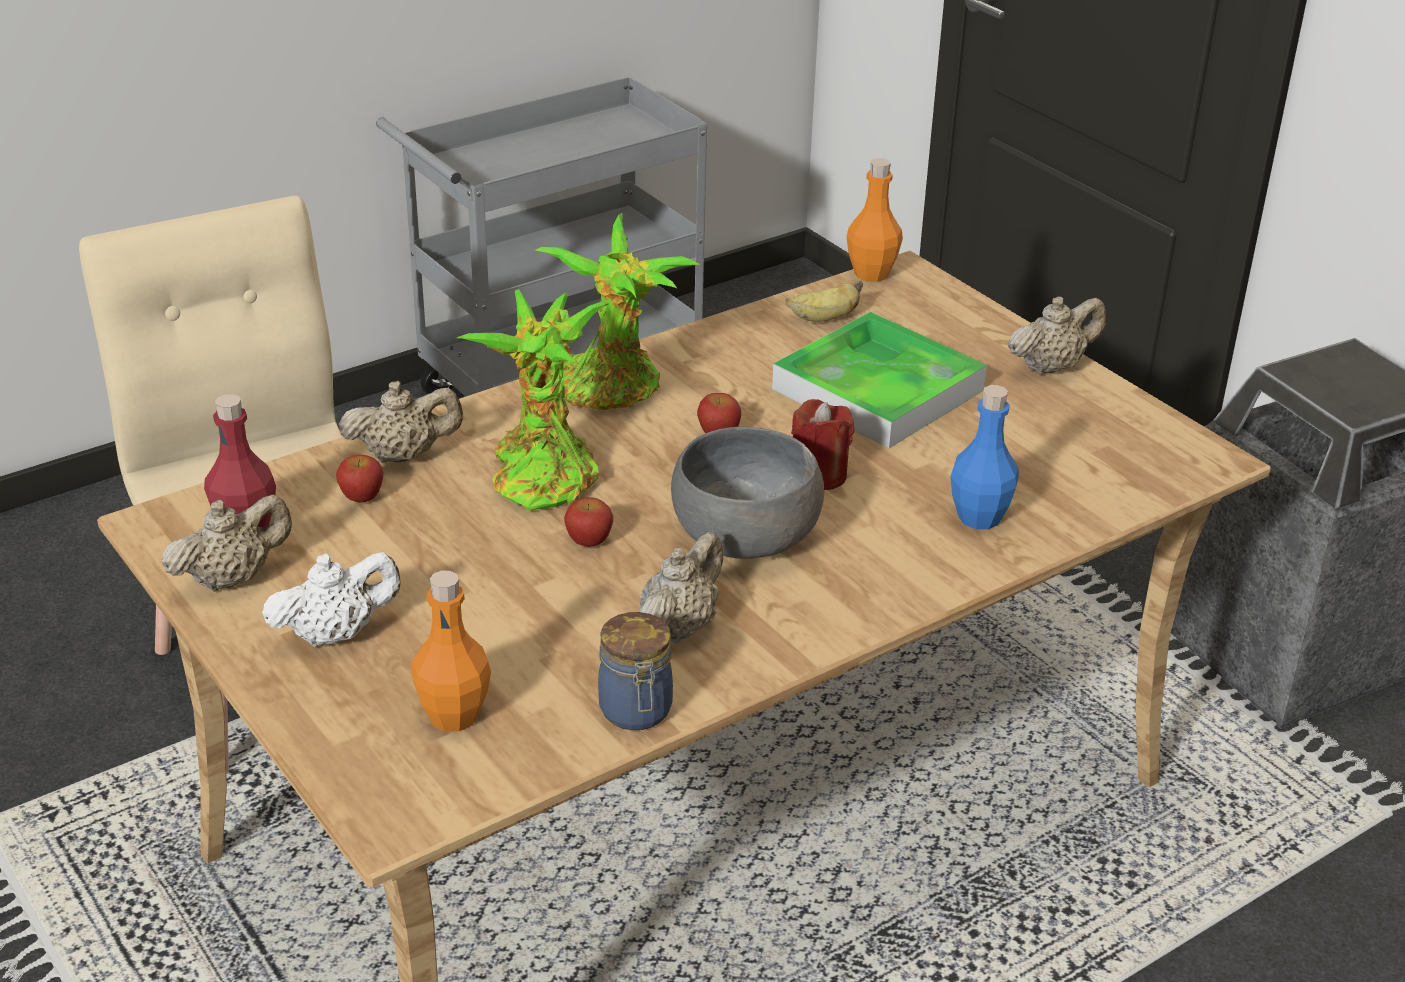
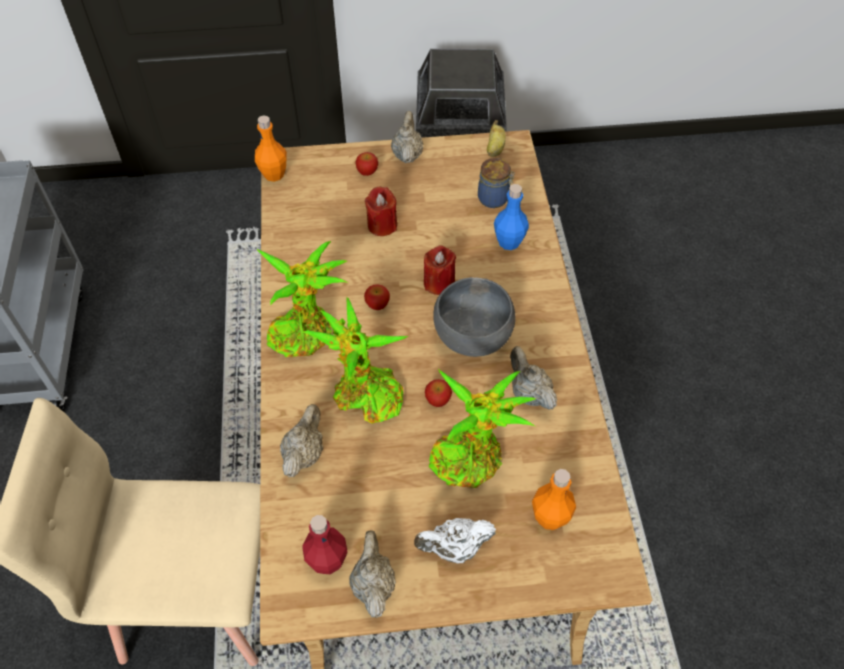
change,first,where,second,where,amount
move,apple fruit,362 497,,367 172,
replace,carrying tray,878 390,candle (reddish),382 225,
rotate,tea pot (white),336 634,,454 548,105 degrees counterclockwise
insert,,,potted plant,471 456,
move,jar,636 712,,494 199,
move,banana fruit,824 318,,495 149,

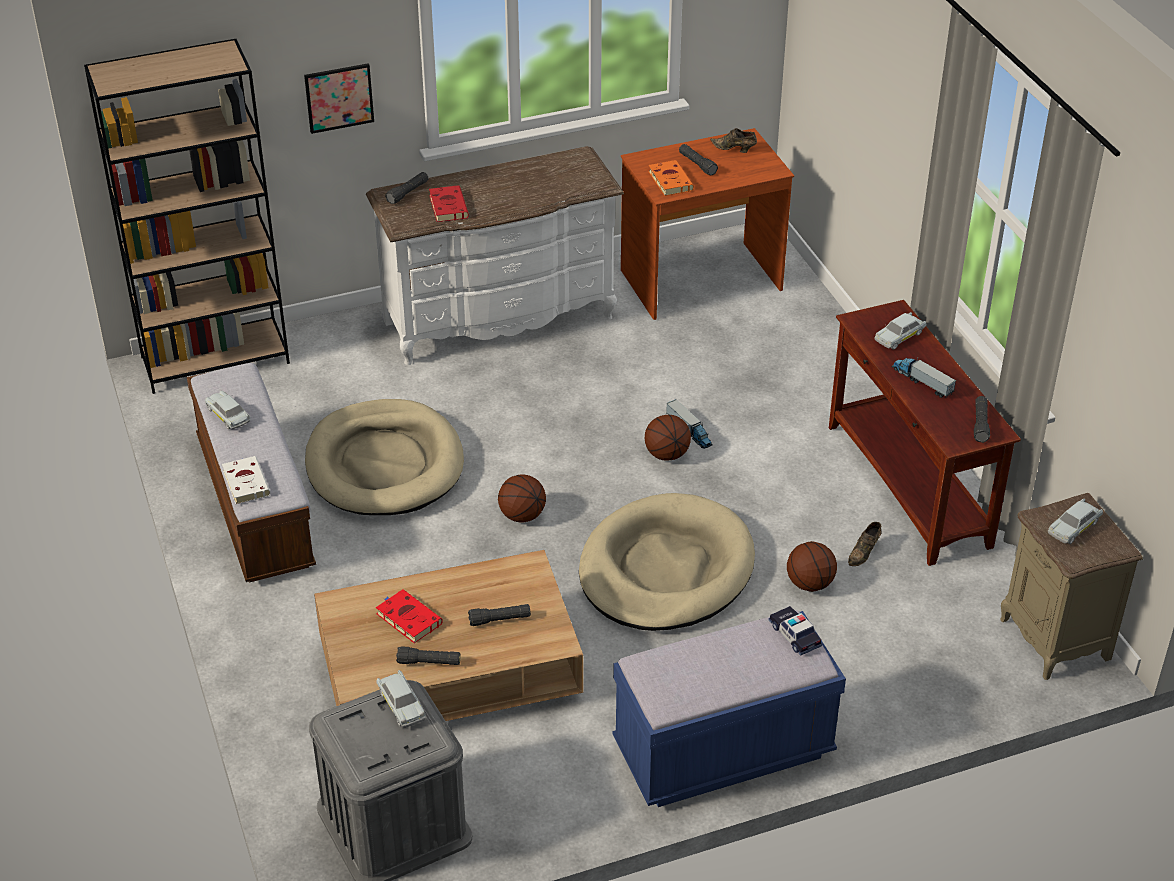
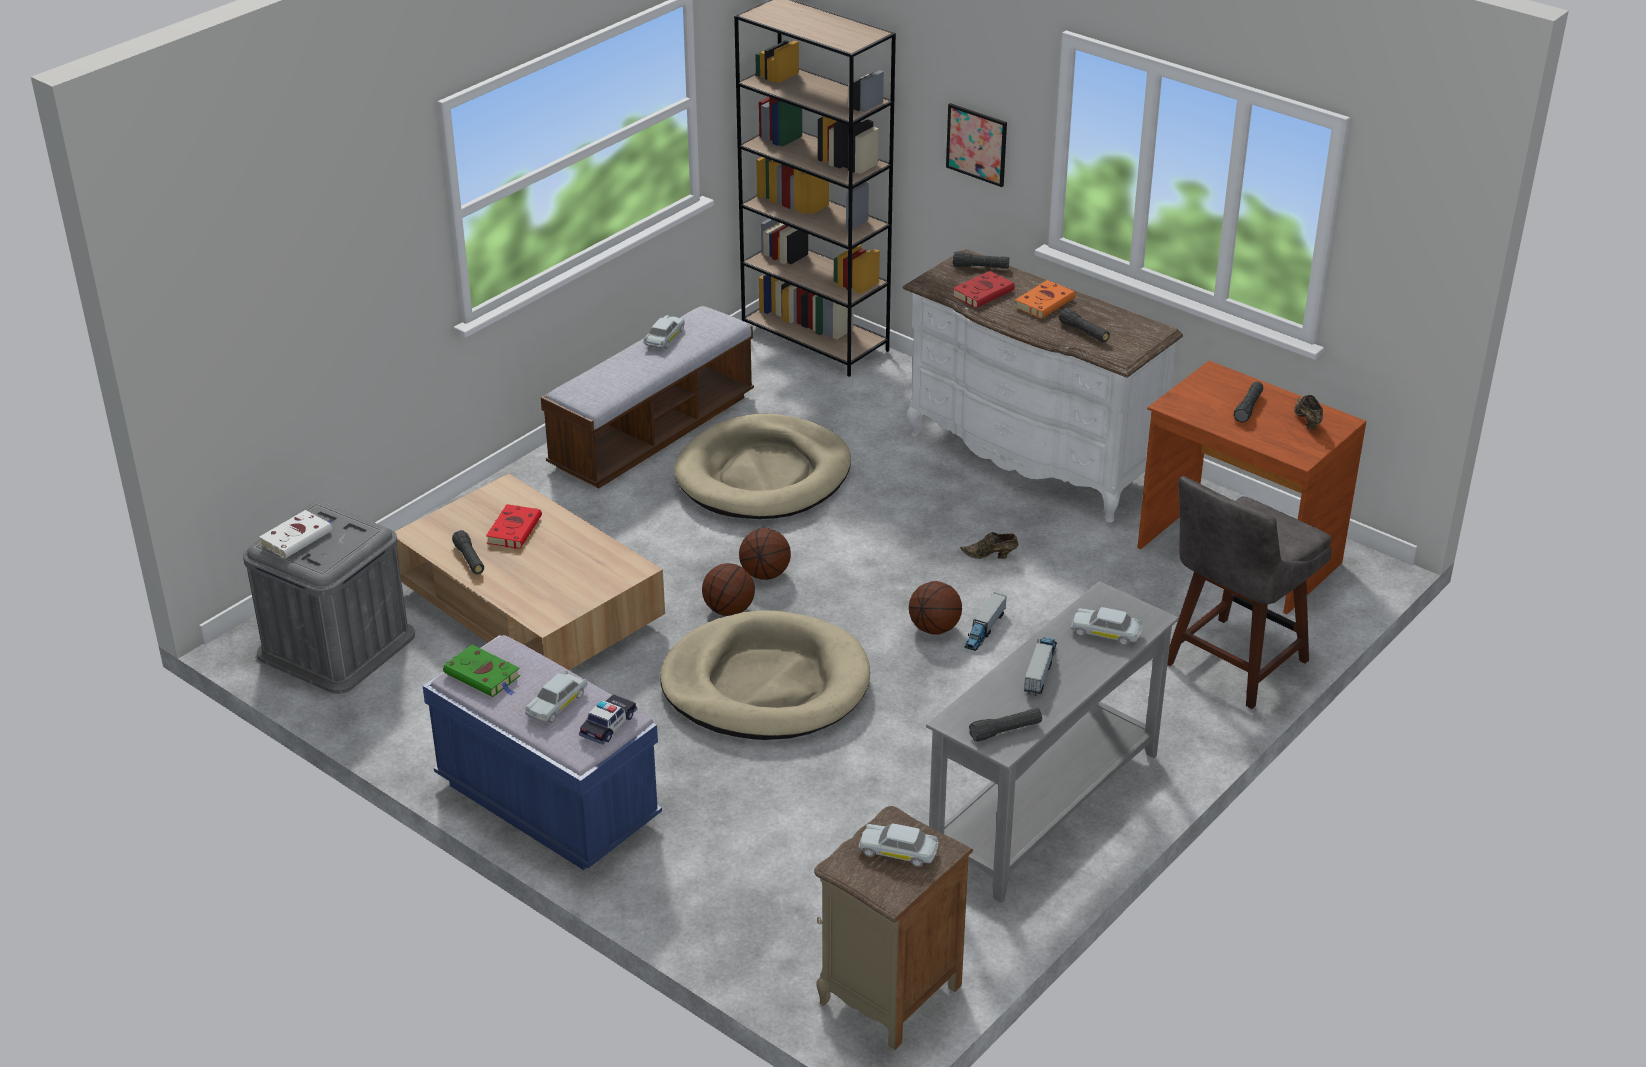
change,first,where,second,where,amount
move,volume (white),245 482,,298 537,
insert,,,volume (green-coloured),484 676,
move,miniature car (white),401 705,,557 704,
move,basketball,810 584,,728 610,
recolor,hall table (brown),909 486,hall table (grey),1045 808,
move,item of footwear (brown),864 553,,990 556,
move,volume (orange),669 180,,1045 303,
move,flashlight (black),499 620,,1084 332,
insert,,,stool seat (grey),1232 664,

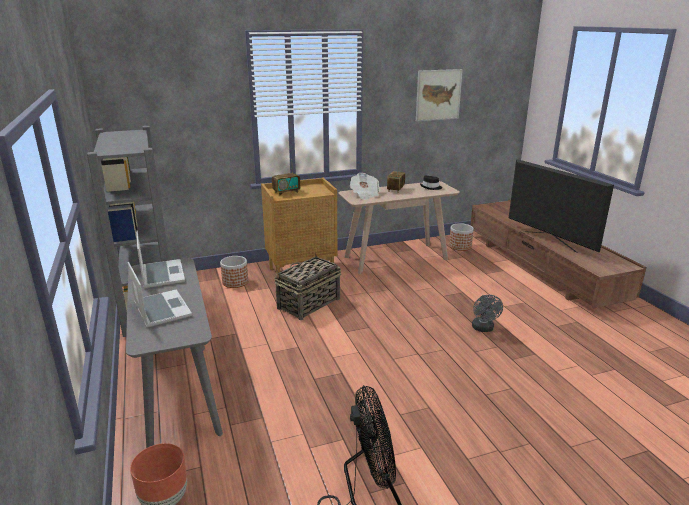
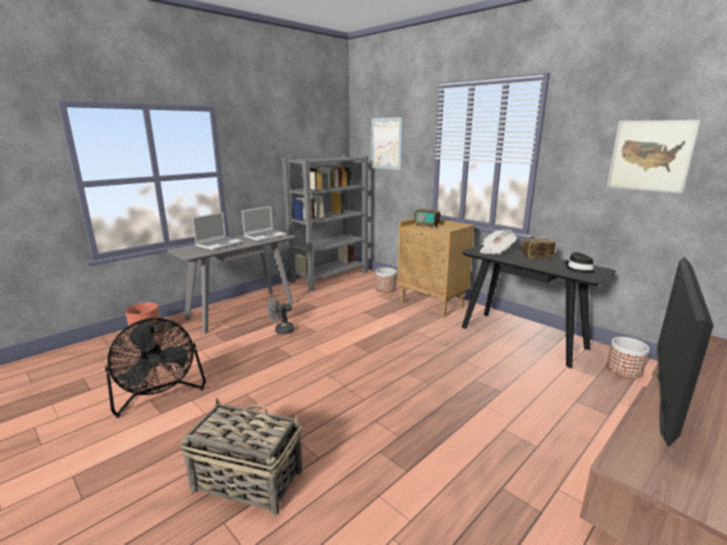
change,first,where,second,where,amount
move,basket,308 304,,246 479,
move,fan (grey),483 329,,281 331,
insert,,,wall picture,387 143,
recolor,hall table (beige),396 258,hall table (black),522 337,

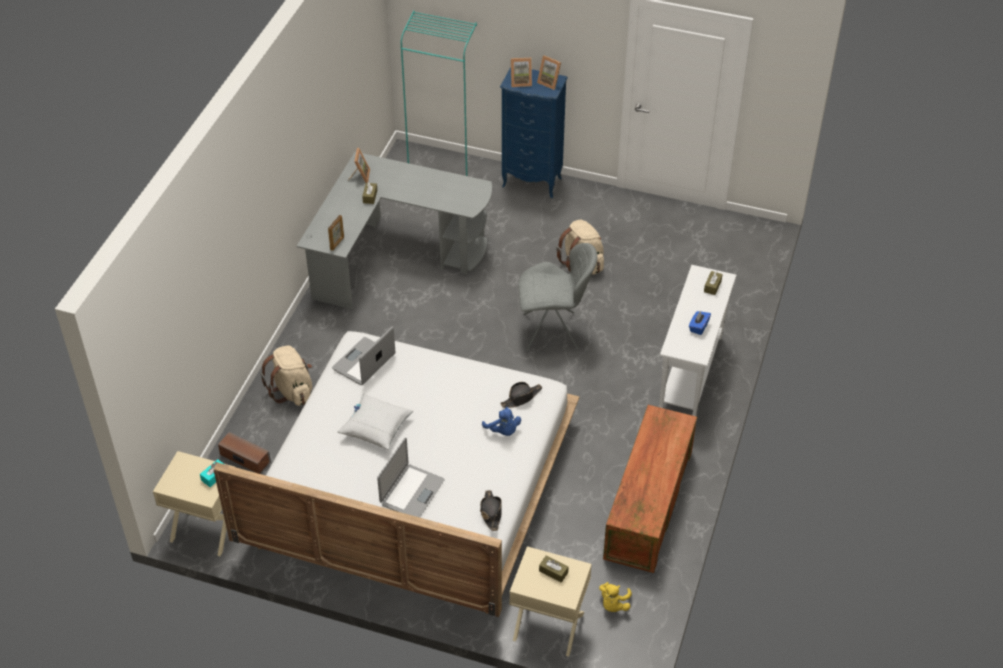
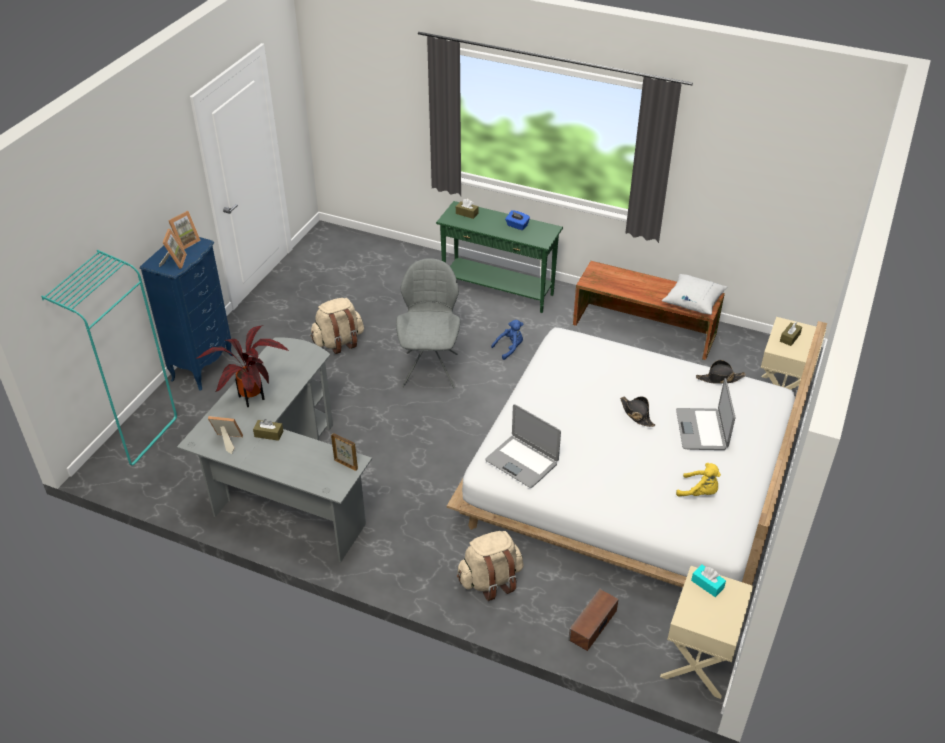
change,first,where,second,where,amount
insert,,,potted plant,251 400,
recolor,hall table (white),691 376,hall table (green-coloured),499 290,
move,cuddly toy (blue),503 431,,510 348,
move,clothing hat (black),521 398,,636 414,
move,throw pillow (grey),376 428,,693 301,
rotate,notebook computer,411 492,,702 430,120 degrees counterclockwise
move,cuddly toy (yellow),613 604,,699 492,

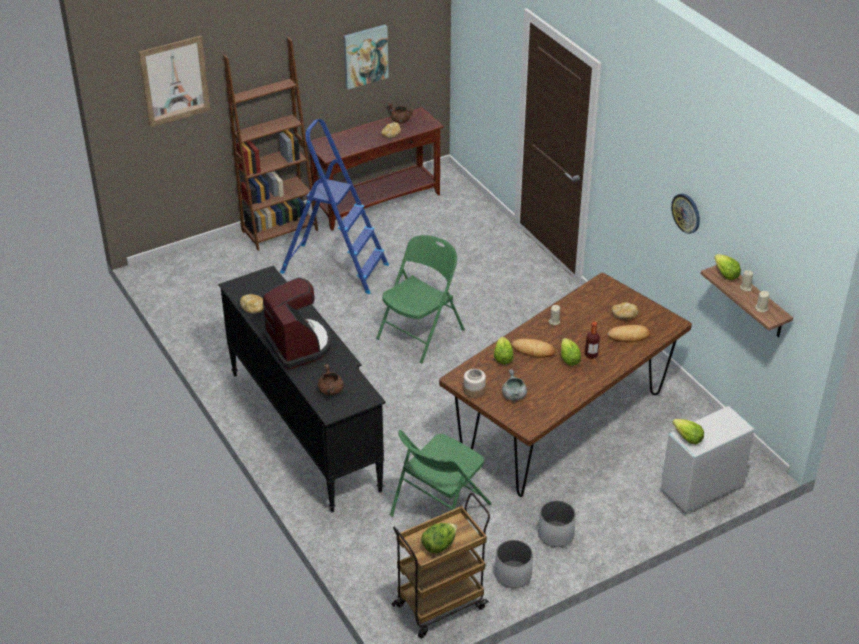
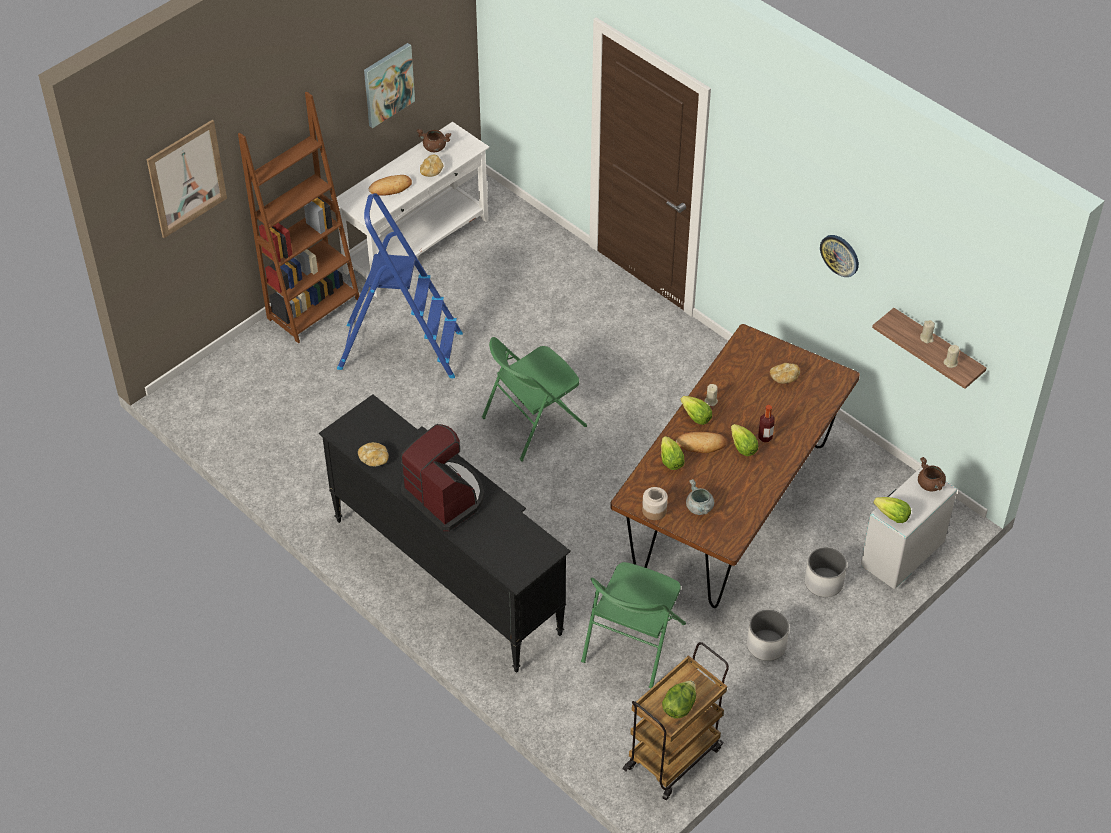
change,first,where,second,where,amount
recolor,hall table (brown),377 202,hall table (white),416 245,
move,bakery bread,628 336,,390 188,
rotate,upright chair (green-coloured),421 334,,533 421,150 degrees counterclockwise
move,lettuce,725 274,,696 417,
move,plant pot (white),513 574,,823 582,
move,saucepot (brown),331 391,,930 484,

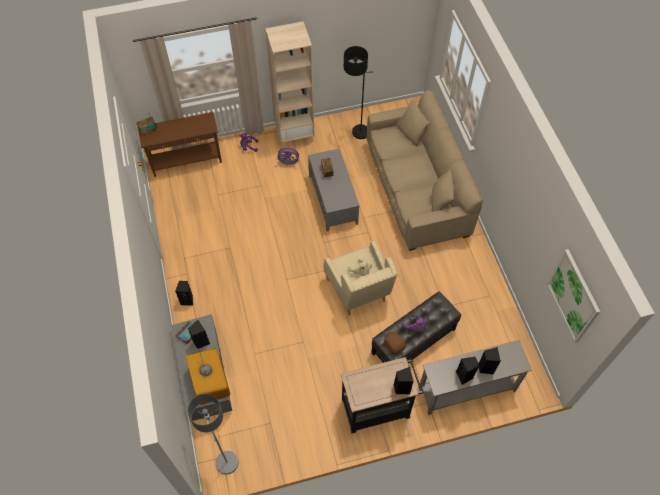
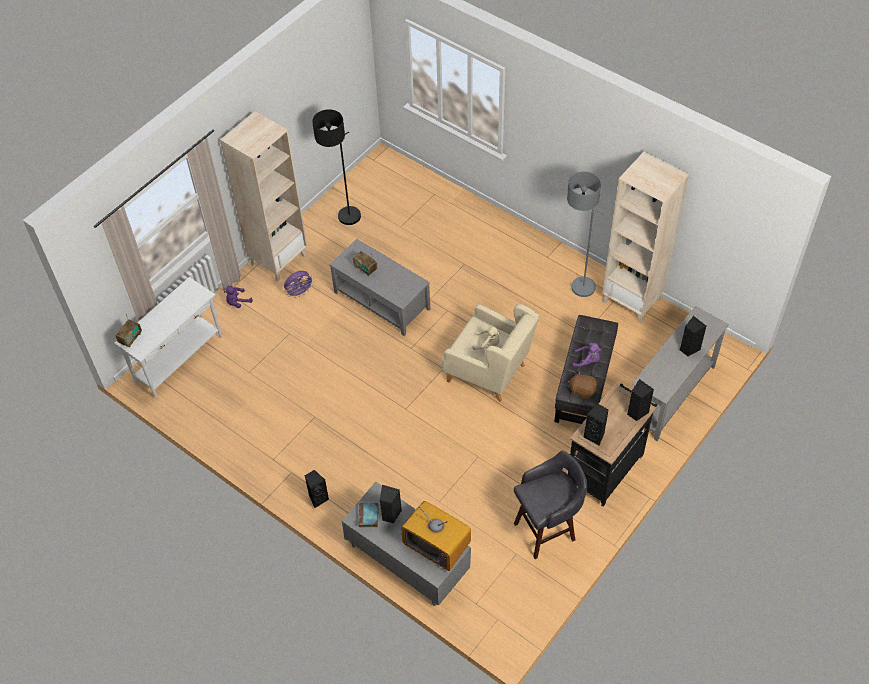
change,first,where,second,where,amount
recolor,hall table (brown),187 161,hall table (white),179 359,
insert,,,stool seat (grey),547 531,
move,standing lamp (grey),225 456,,576 284,
move,loudspeaker (black),464 376,,595 436,
insert,,,bookcase (beige),632 301,
delete,couch (beige),416 189,,,
delete,wall picture,573 296,,,

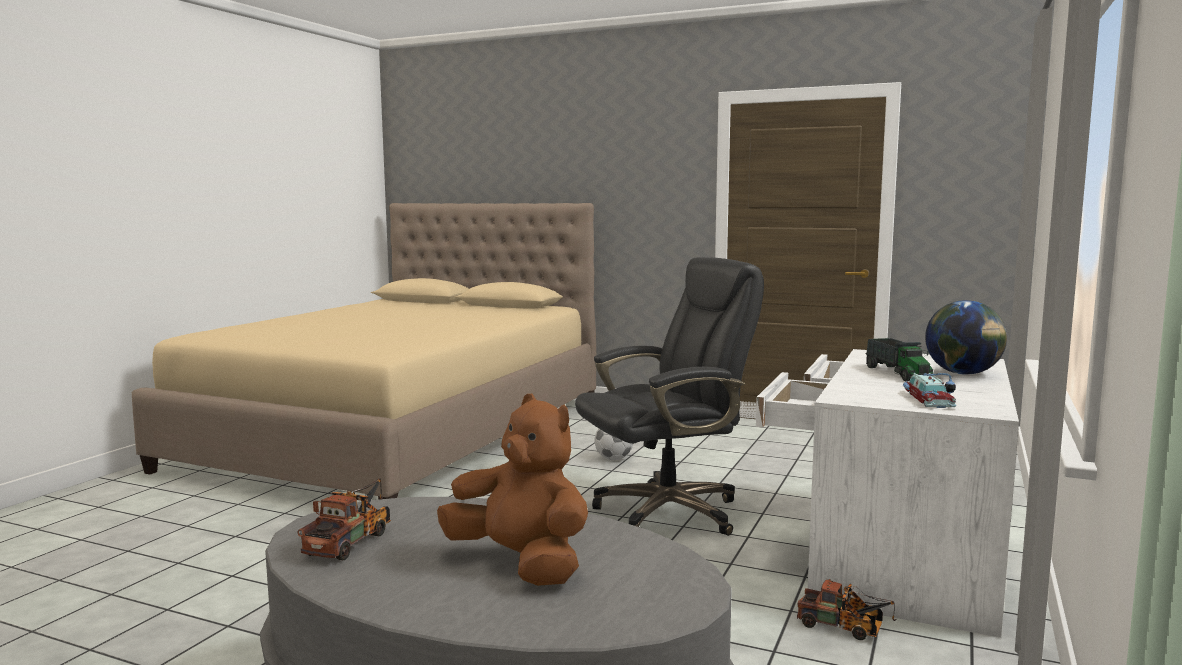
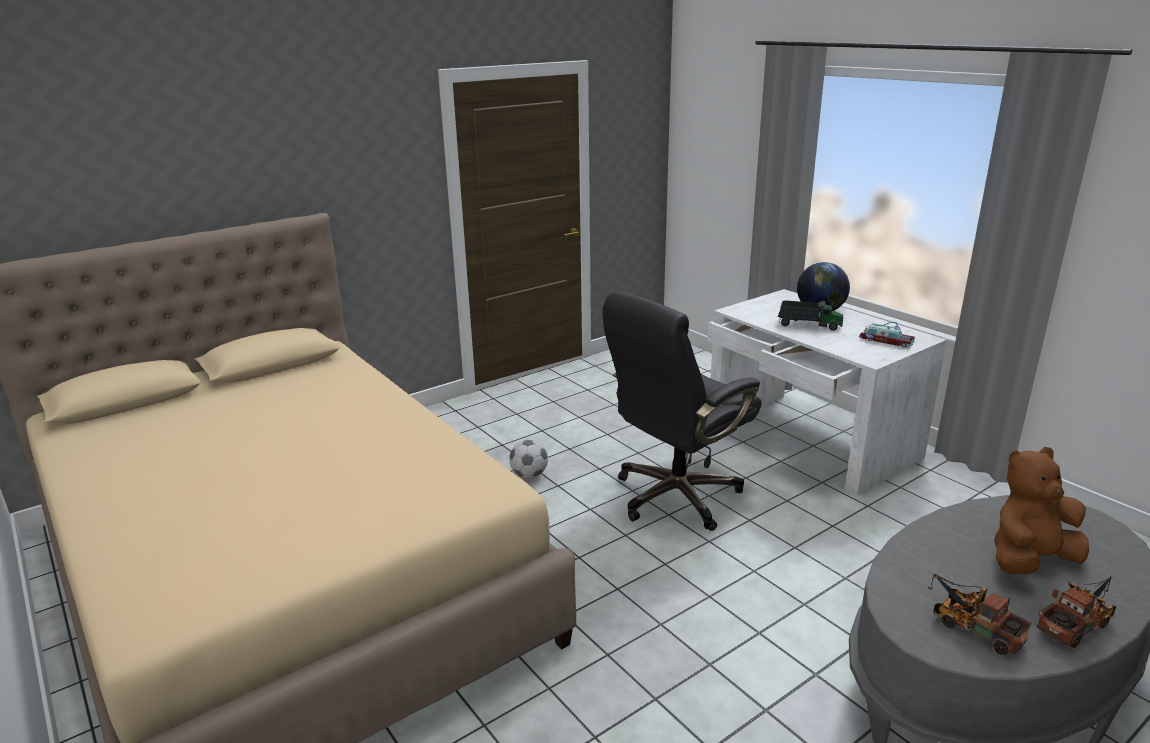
change,first,where,second,where,amount
rotate,office chair (black),665 514,,679 494,135 degrees counterclockwise
move,toy lorry,845 628,,1077 624,

